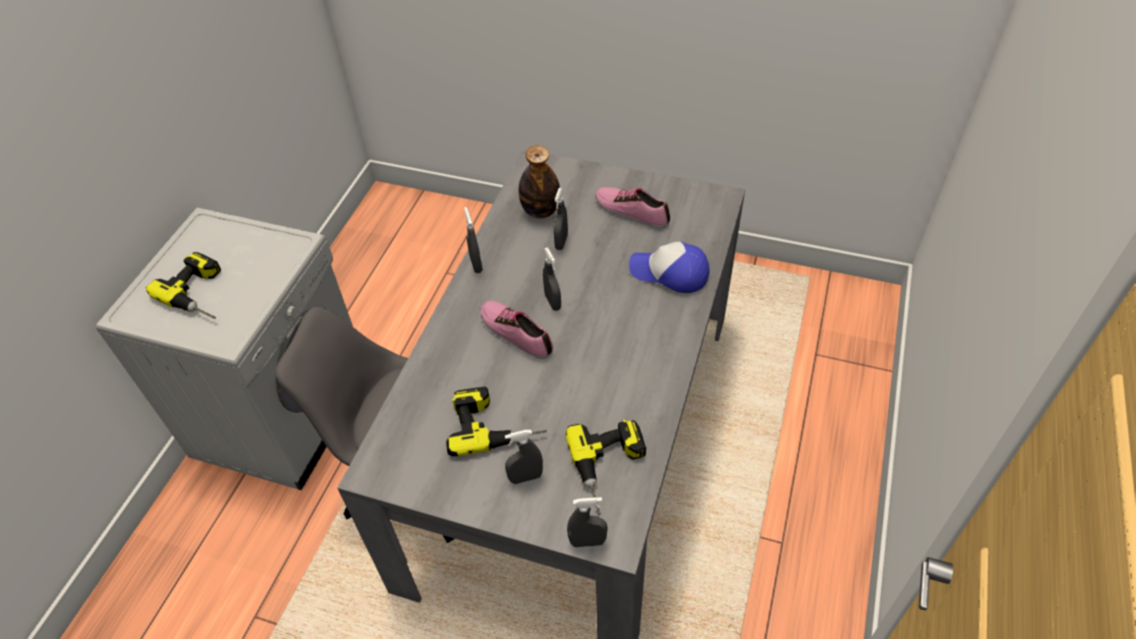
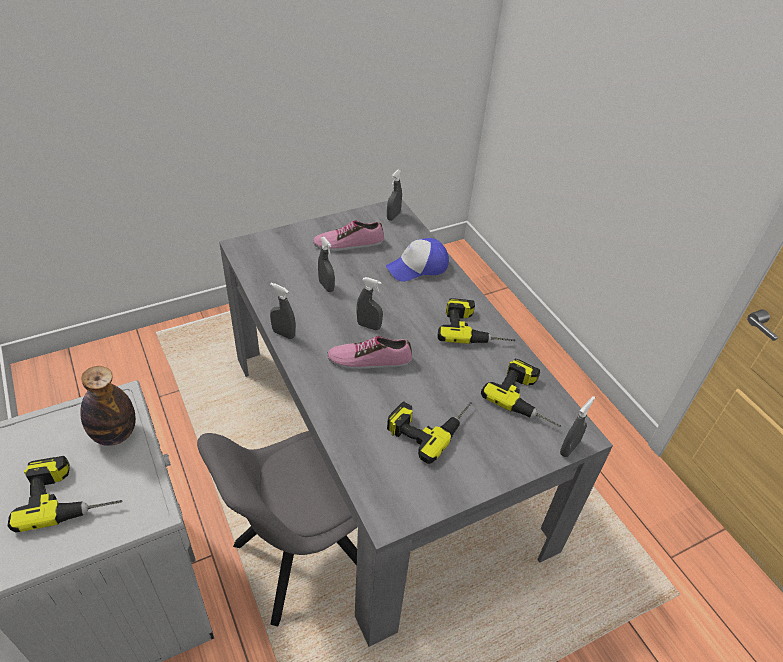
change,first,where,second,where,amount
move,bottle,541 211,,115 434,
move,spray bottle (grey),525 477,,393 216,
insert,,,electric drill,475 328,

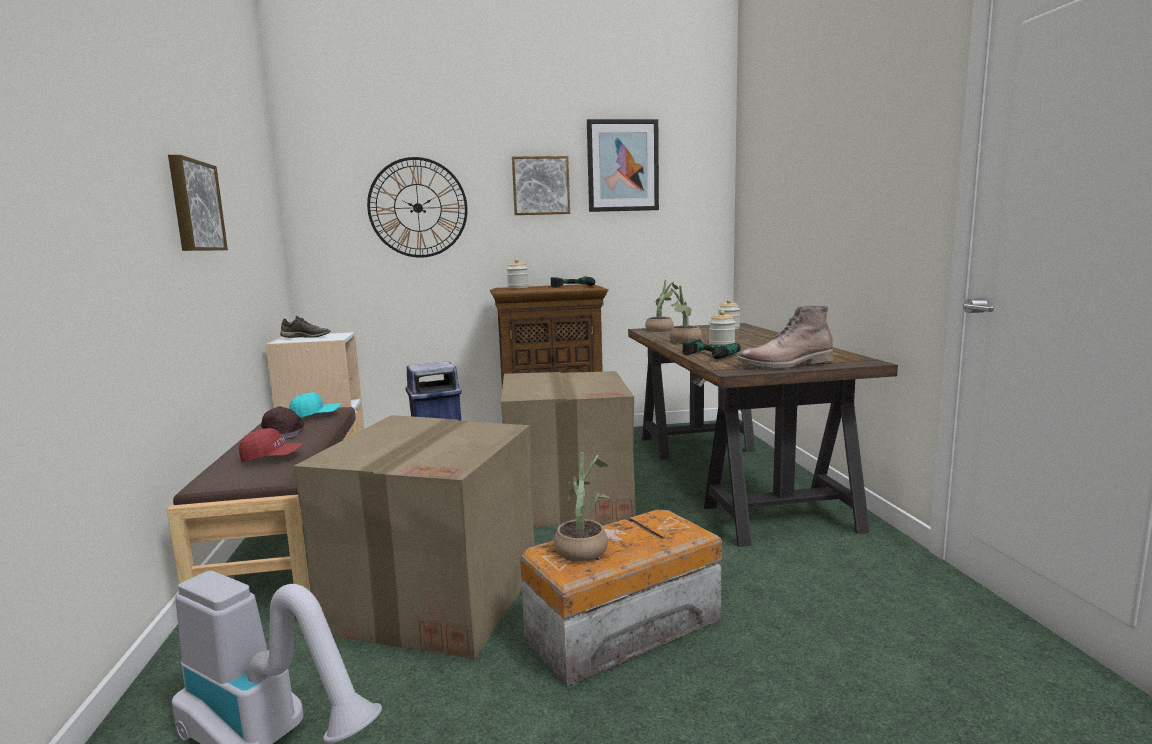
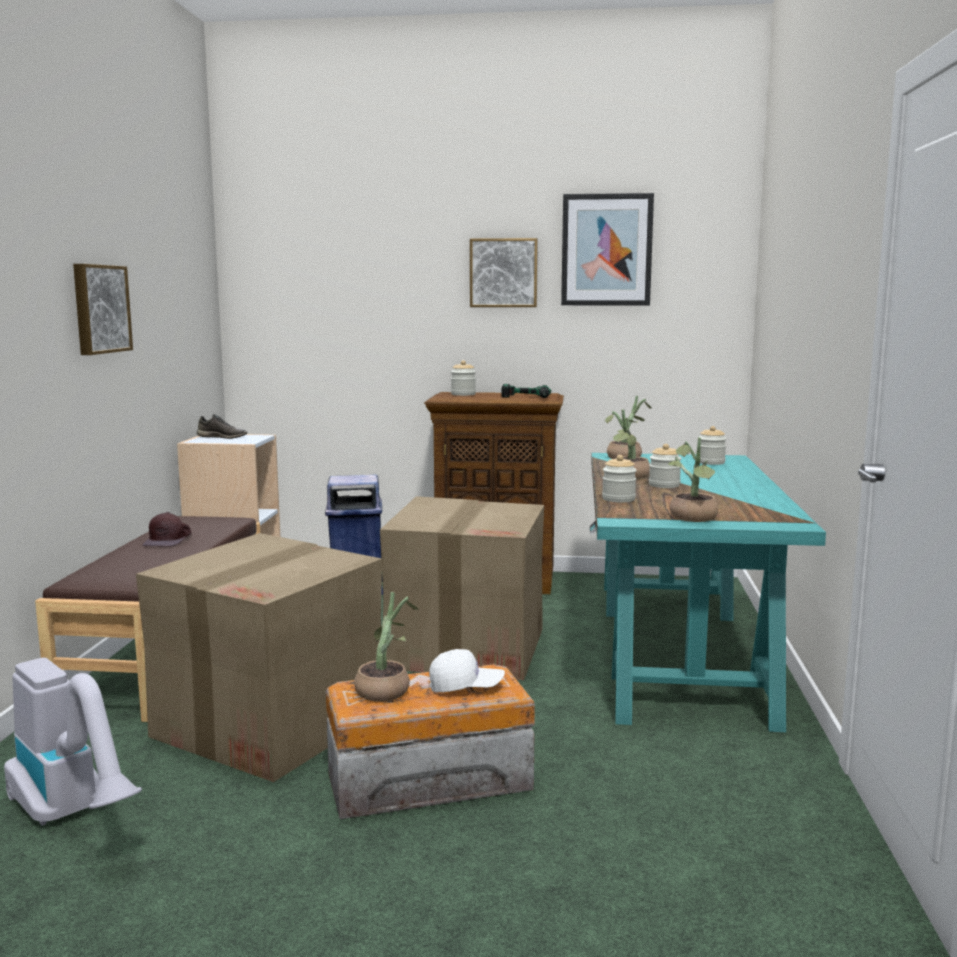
change,first,where,second,where,amount
insert,,,peaked cap (white),466 687,
recolor,desk table (brown),734 476,desk table (turquoise),679 647,
replace,electric drill,704 356,jar,618 499,
replace,tall boot (brown),785 364,potted plant,693 518,
delete,peaked cap (reddish),272 458,,,
delete,peaked cap (turquoise),315 416,,,
delete,clock on the wall,418 208,,,

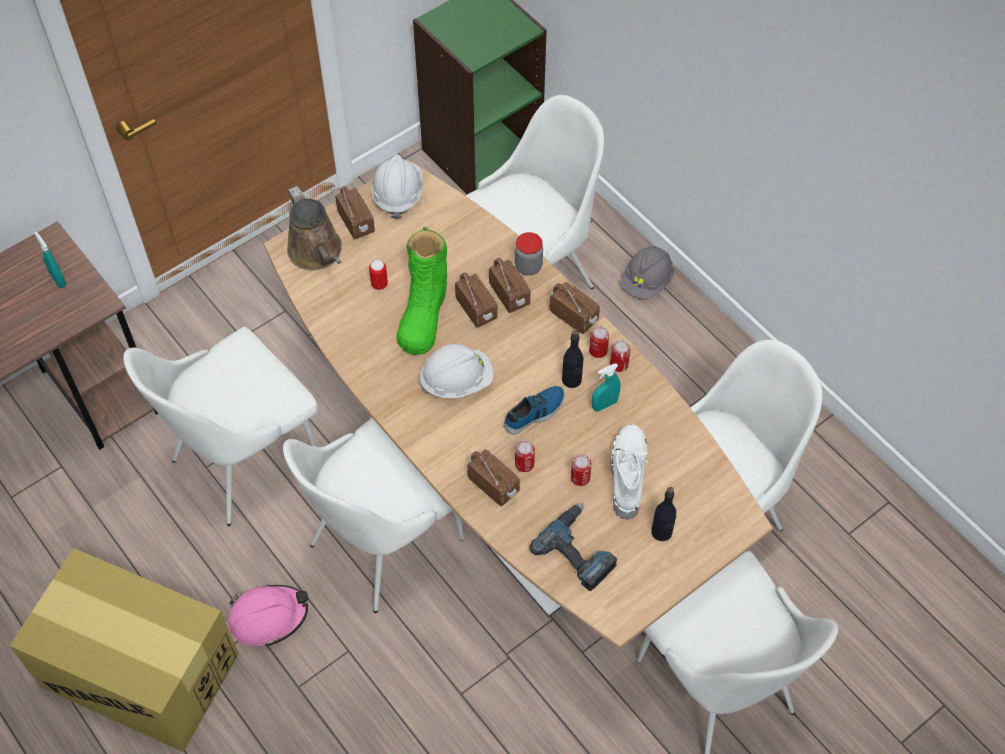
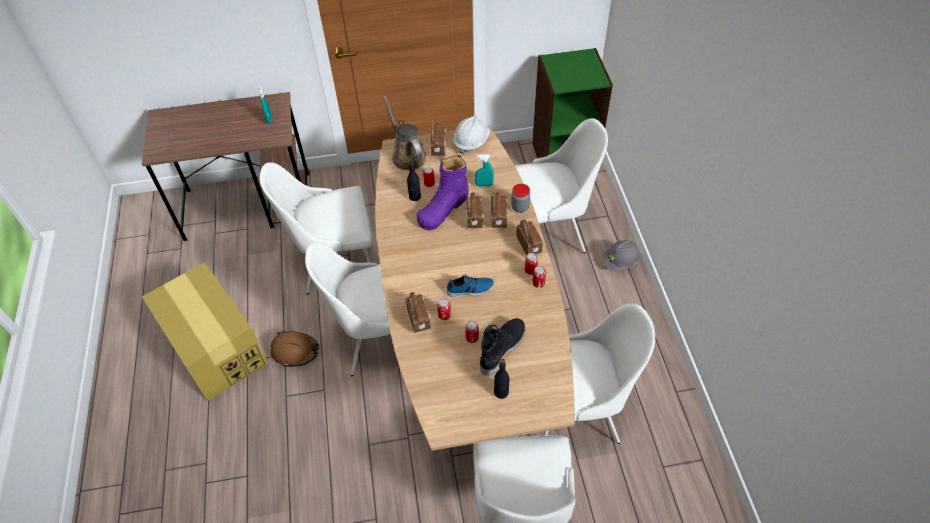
change,first,where,second,where,amount
recolor,hard hat (pink-coloured),268 617,hard hat (brown),295 351,
rotate,sprinkling can (brown),317 253,,407 155,150 degrees clockwise
move,bottle (black),571 380,,414 197,
recolor,tall boot (green-coloured),423 312,tall boot (purple-coloured),443 208,
move,spray bottle (turquoise),604 405,,484 185,
recolor,tall boot (white),626 475,tall boot (black),501 348,
delete,hard hat (white),457 381,,,
delete,electric drill,579 550,,,

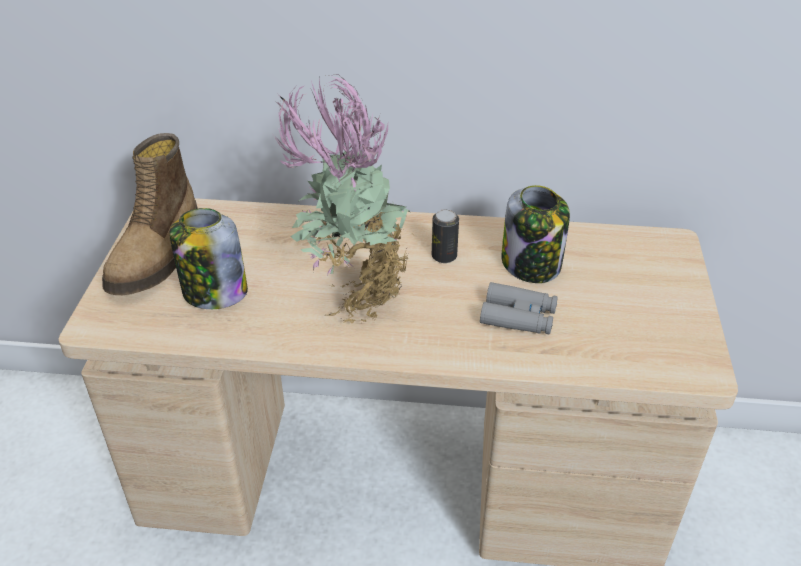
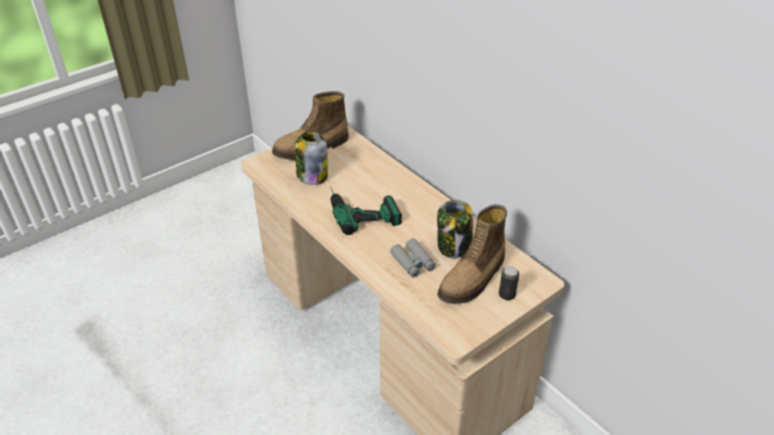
change,first,where,second,where,amount
replace,potted plant,353 293,electric drill,361 209,
insert,,,tall boot,473 279,
move,metal can,444 256,,507 295,

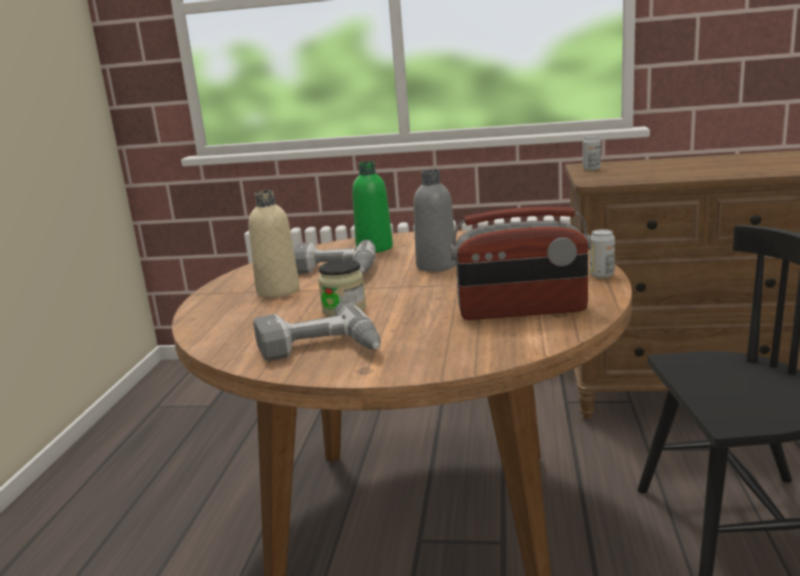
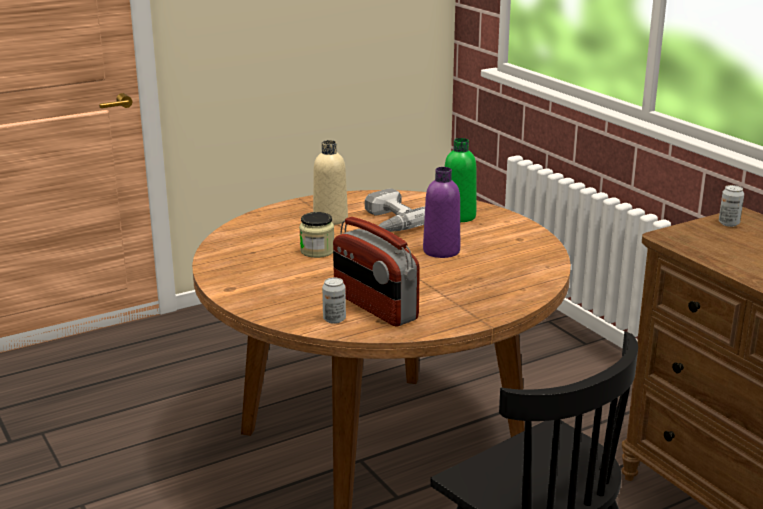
change,first,where,second,where,amount
move,metal can,601 275,,334 319,
recolor,bottle (grey),436 266,bottle (purple-coloured),441 251,
delete,electric drill,320 349,,,

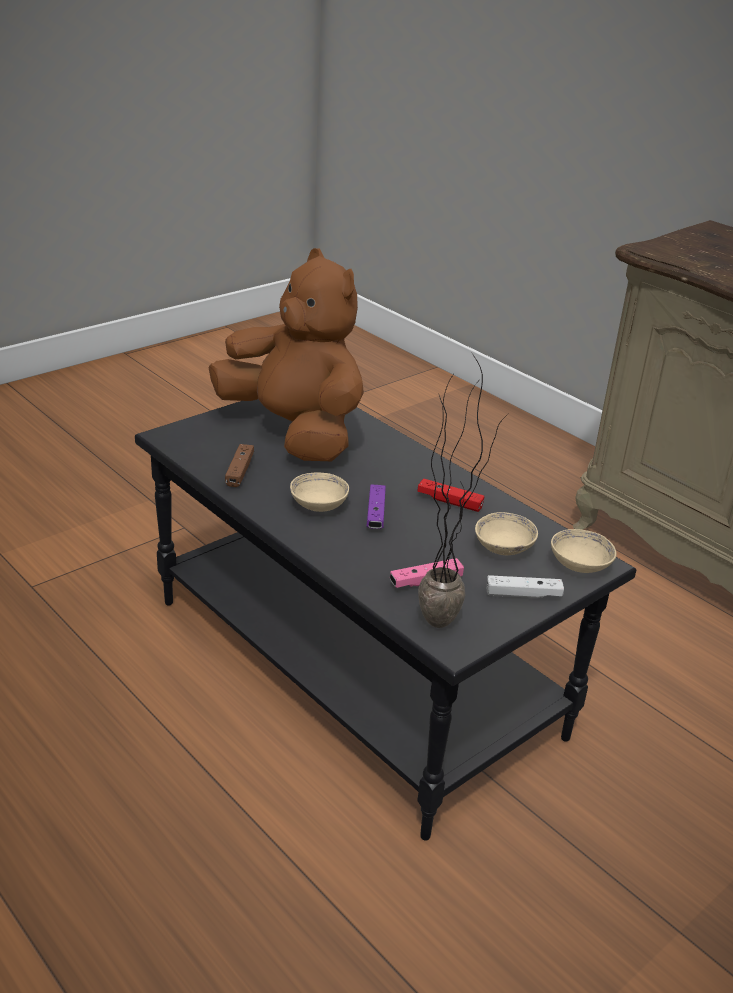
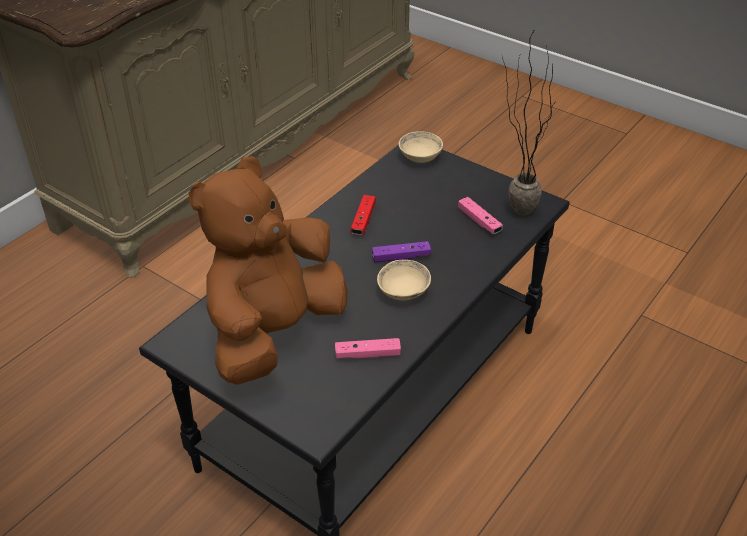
change,first,where,second,where,amount
recolor,game controller (brown),239 471,game controller (pink-coloured),367 354,
delete,deep dish (beige),503 548,,,
delete,game controller (white),523 594,,,

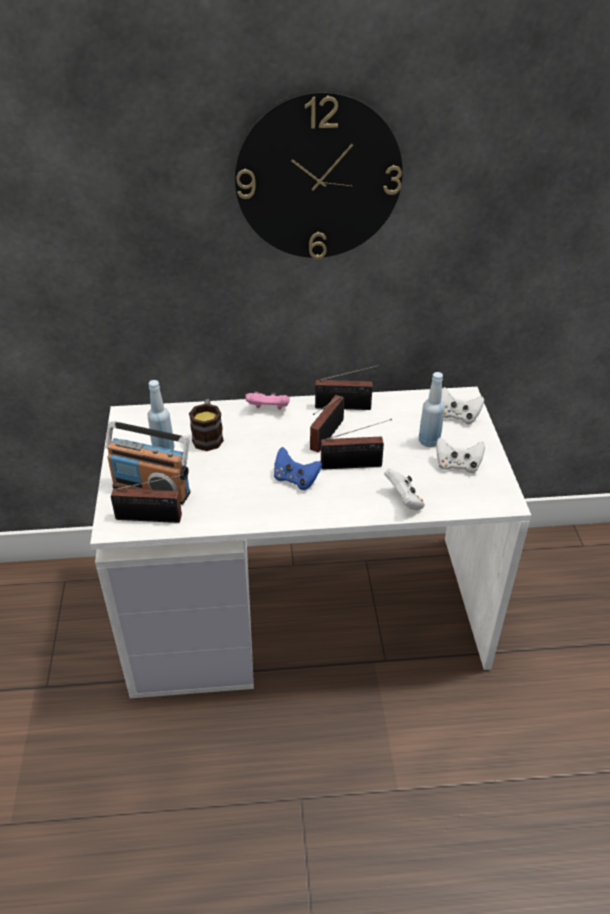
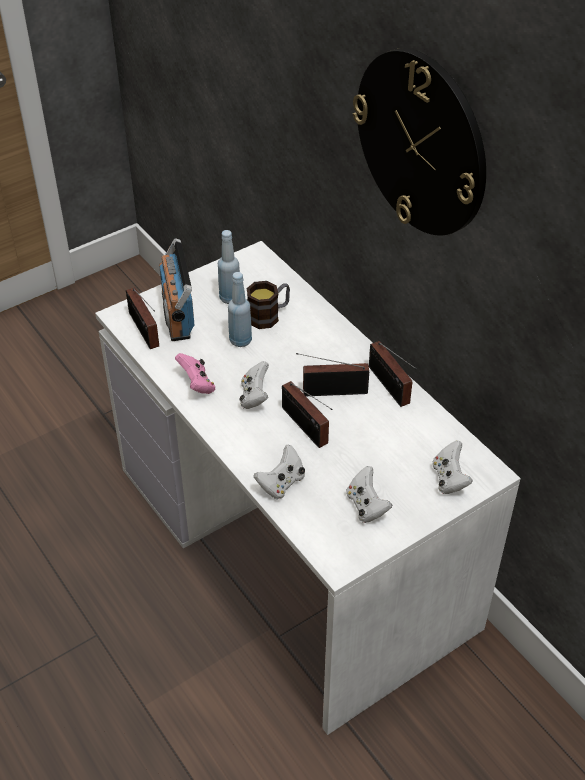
change,first,where,second,where,amount
move,game controller (pink-coloured),268 409,,197 384,
move,bottle (blue),428 441,,240 340,
recolor,game controller (blue),295 480,game controller (white),254 396,

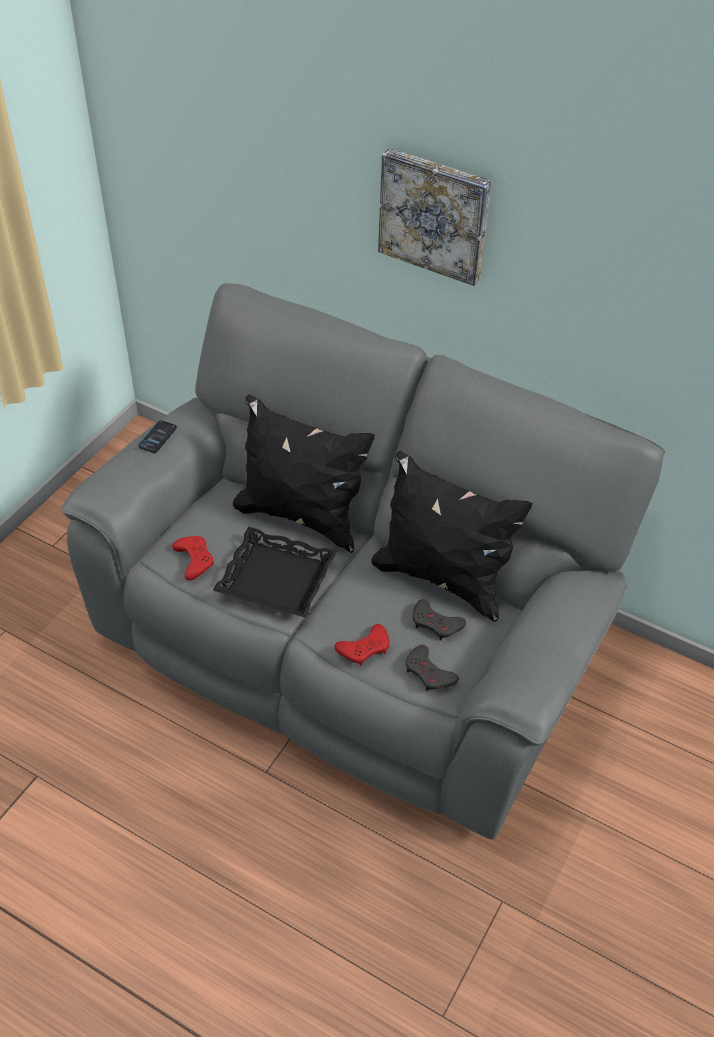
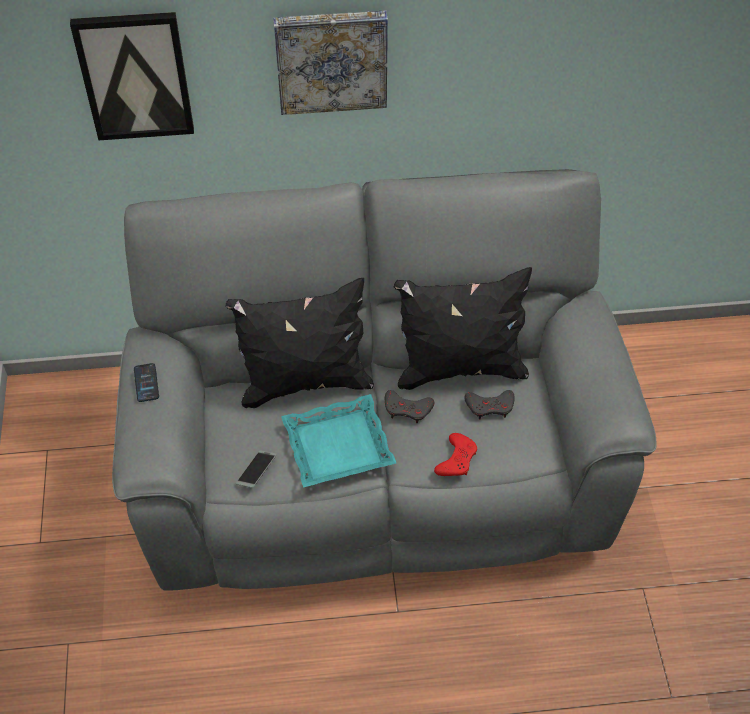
change,first,where,second,where,amount
insert,,,wall picture,135 76,
replace,game controller (reddish),194 559,phone,256 471,
recolor,carrying tray (black),275 579,carrying tray (turquoise),338 447,
move,game controller (grey),429 673,,407 409,

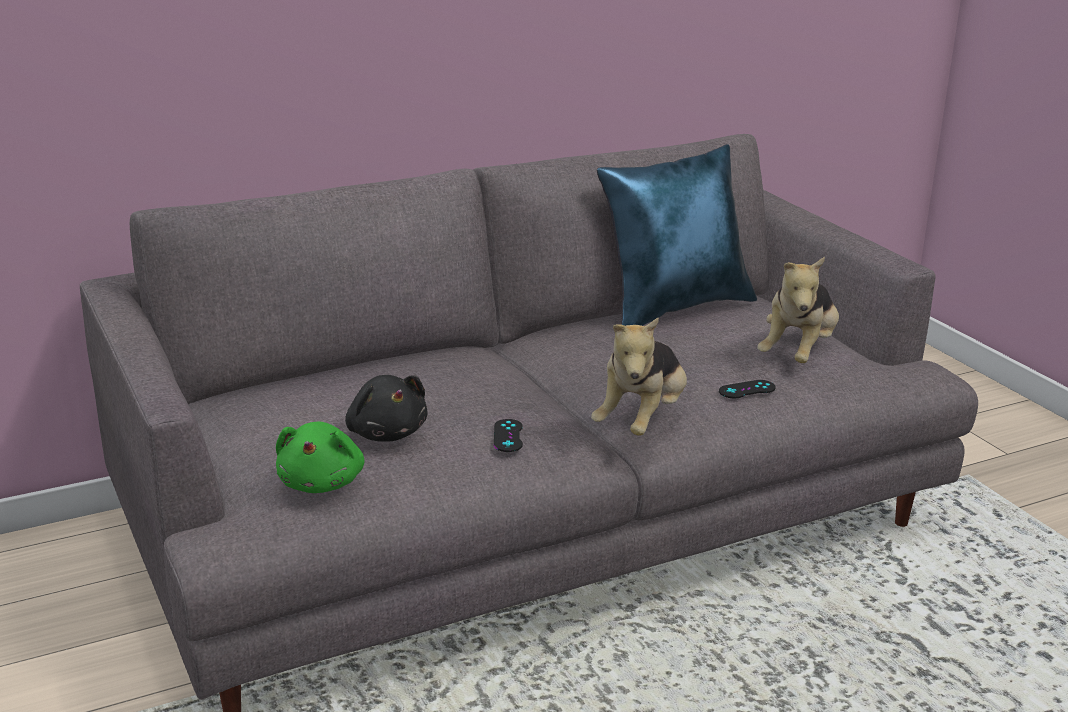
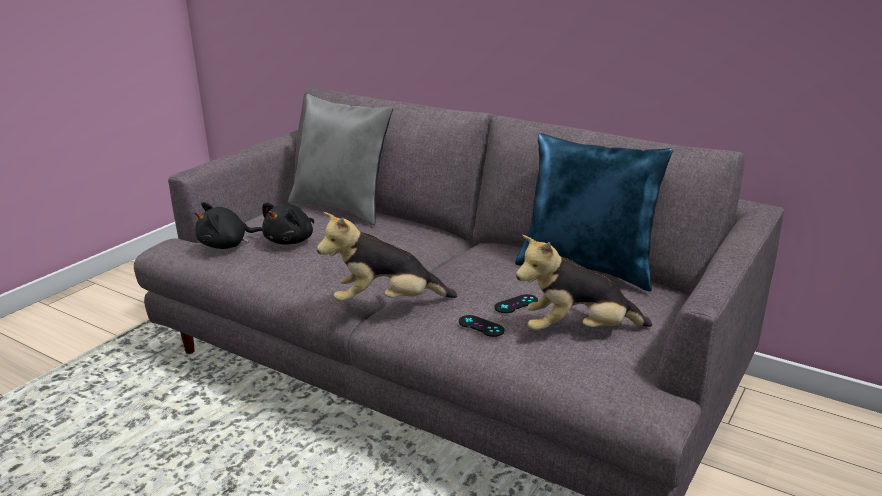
change,first,where,second,where,amount
recolor,cuddly toy (green-coloured),322 483,cuddly toy (black),227 245,
insert,,,throw pillow (grey),343 208,
move,game controller (black),508 436,,516 304,

